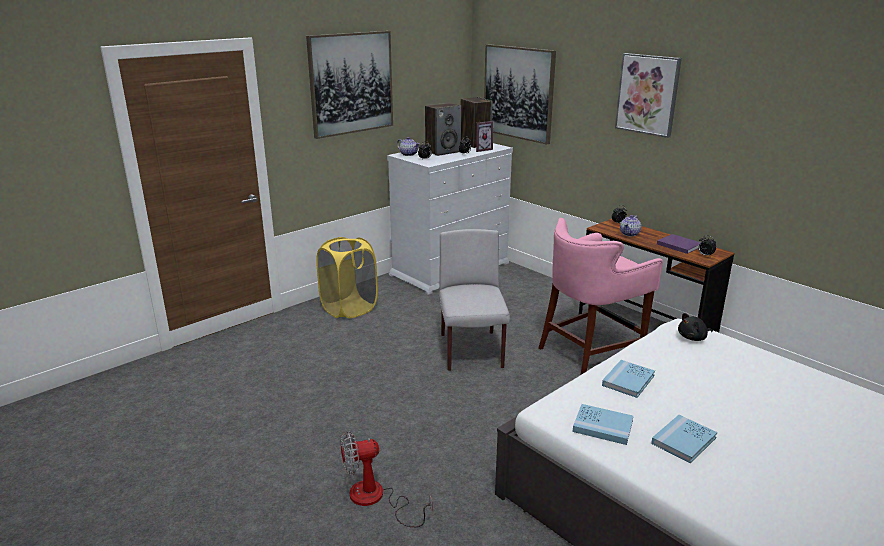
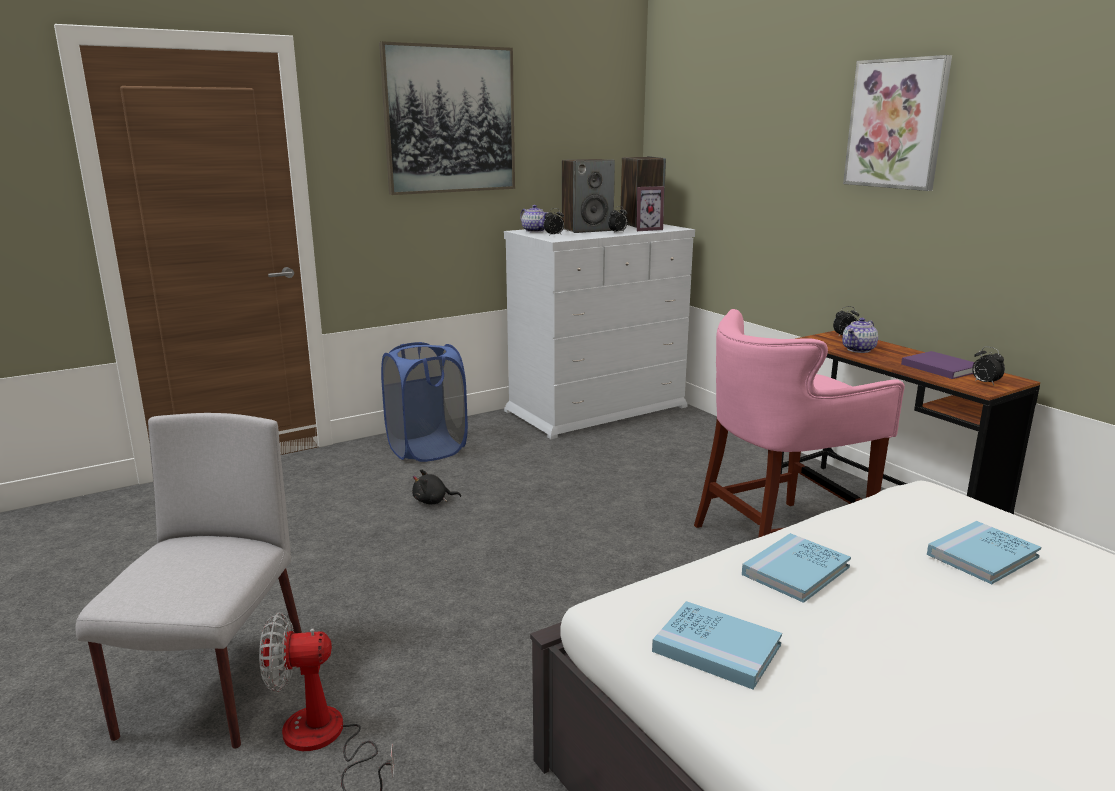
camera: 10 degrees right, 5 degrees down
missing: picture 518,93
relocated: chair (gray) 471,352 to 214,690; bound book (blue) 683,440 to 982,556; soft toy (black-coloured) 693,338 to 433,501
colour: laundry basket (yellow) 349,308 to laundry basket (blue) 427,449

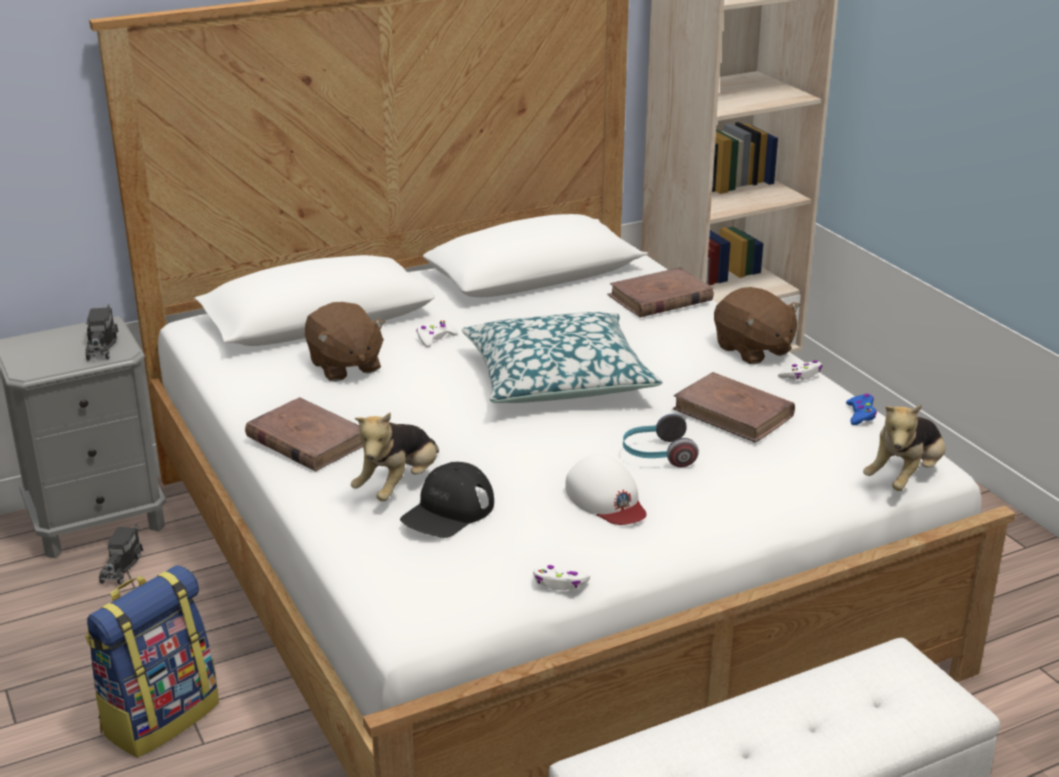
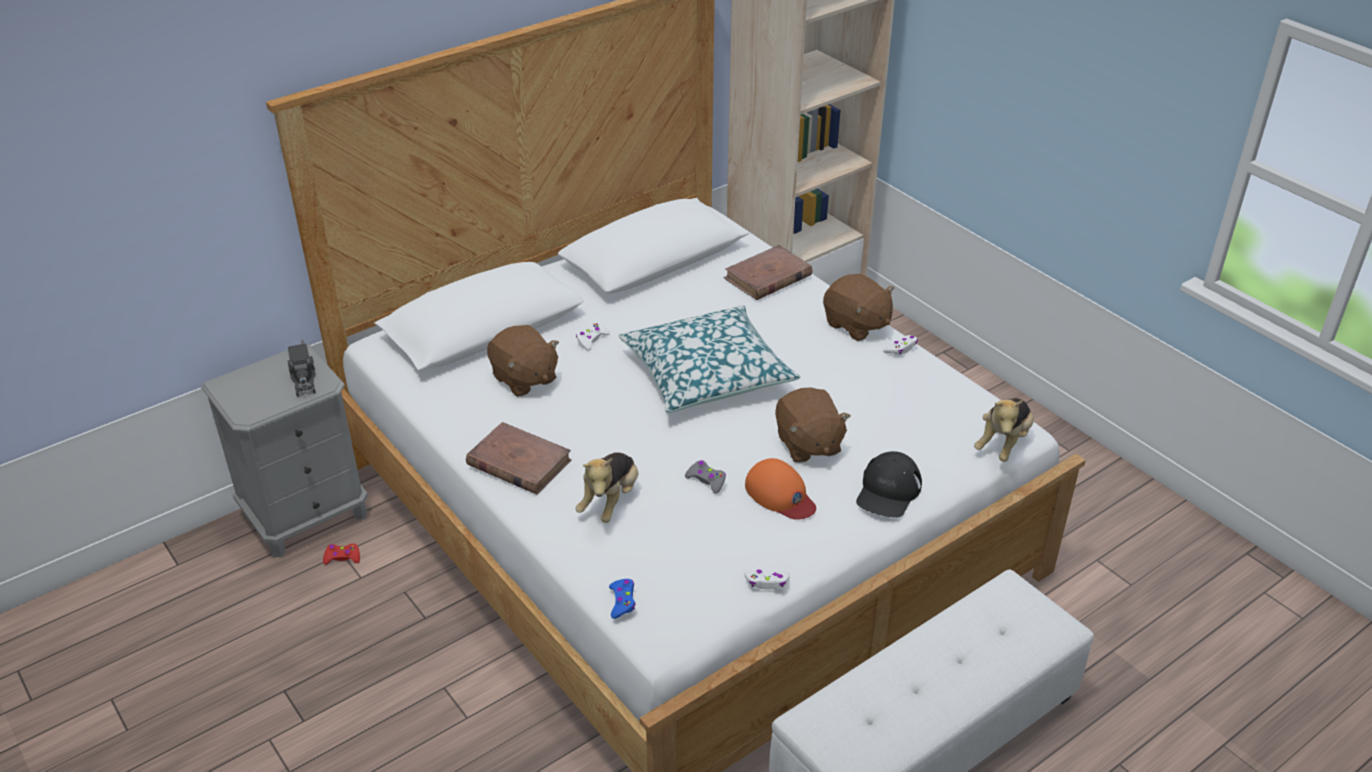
camera: 10 degrees left, 10 degrees up
missing: knapsack 160,717; bound book (brown-coloured) 733,413
appeared: joypad (gray) 706,480
relocated: cap (black-coloured) 448,511 to 888,491; joypad (blue) 860,414 to 622,601
exchanged: toy truck 122,565 to joypad (red-coloured) 342,557; pair of headphones 657,455 to soft toy (brown-coloured) 808,444
colour: cap (white-coloured) 606,499 to cap (orange-coloured) 780,495

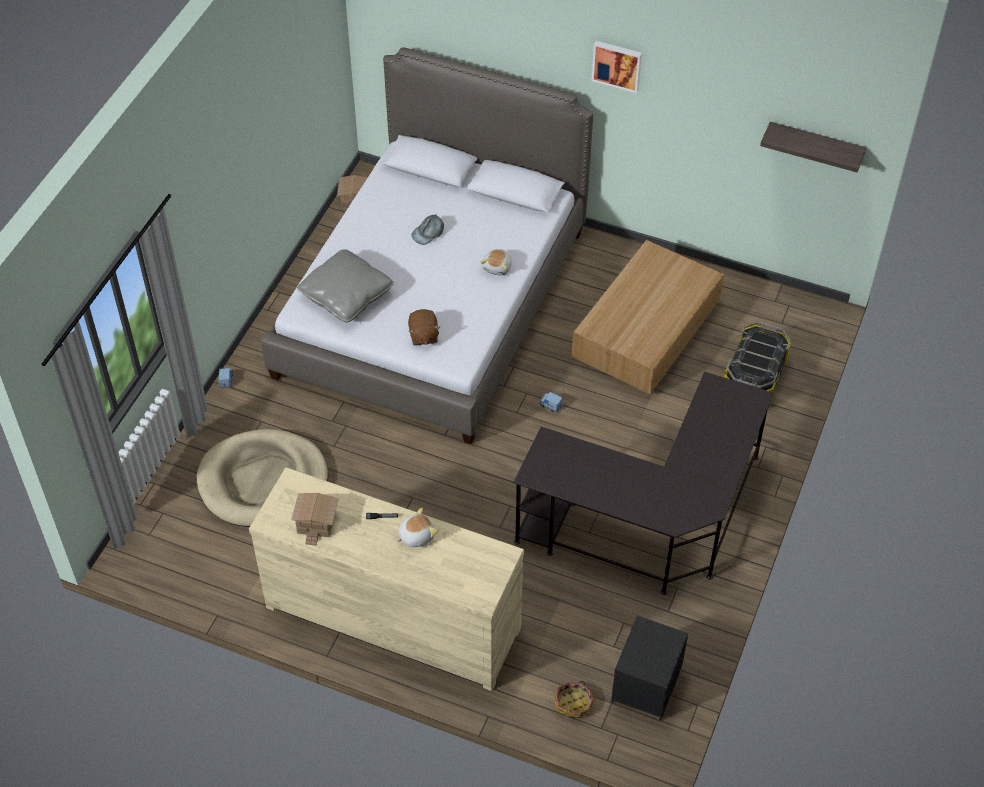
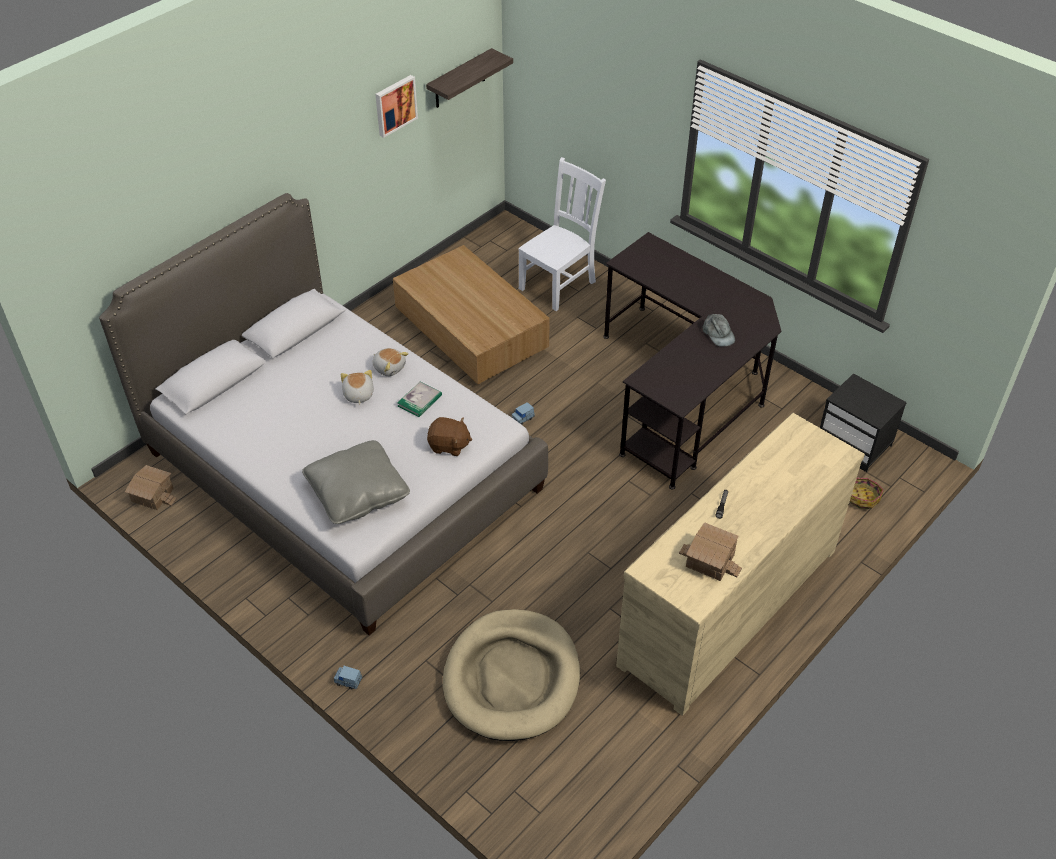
camera: 70 degrees left, 5 degrees down
appeared: bound book 419,401
relocated: soft toy 415,536 to 358,395; cap (gray) 428,232 to 718,334; picture 617,65 to 395,105
exchanged: storage bin 754,380 to chair (white-coloured) 559,284

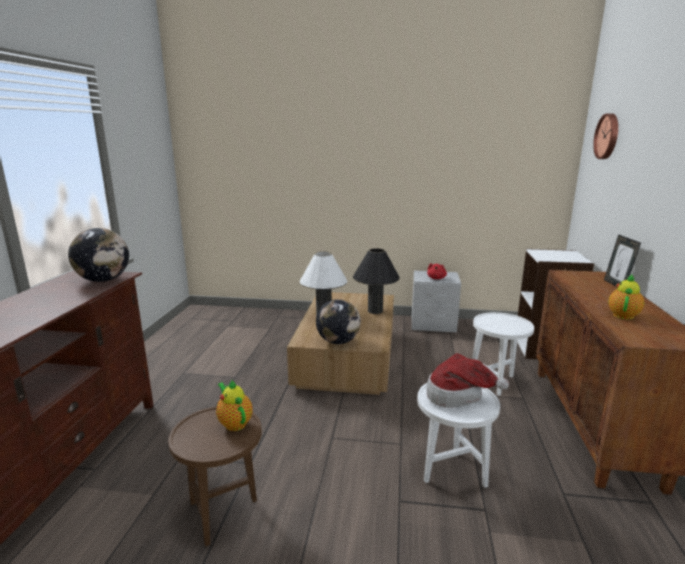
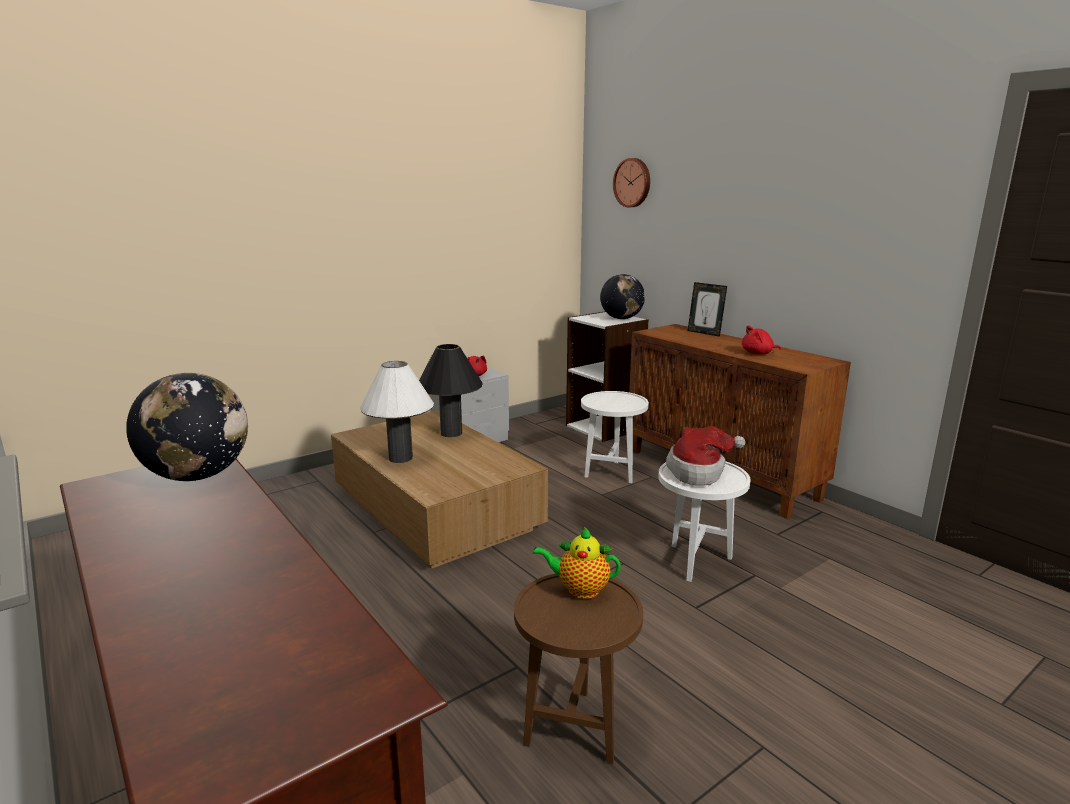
camera: 45 degrees left, 0 degrees up
relocated: desk globe 338,341 to 621,318
exchanged: pot for tea 623,315 to soft toy (red-coloured) 758,353

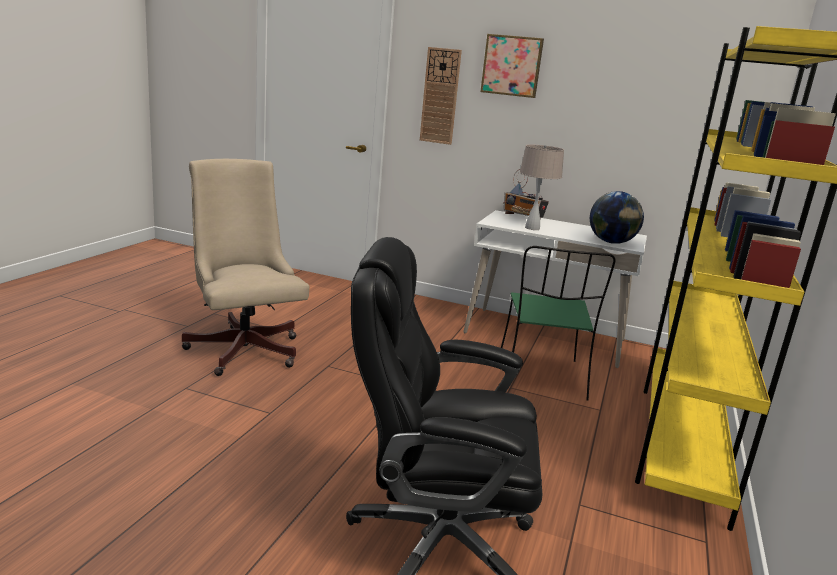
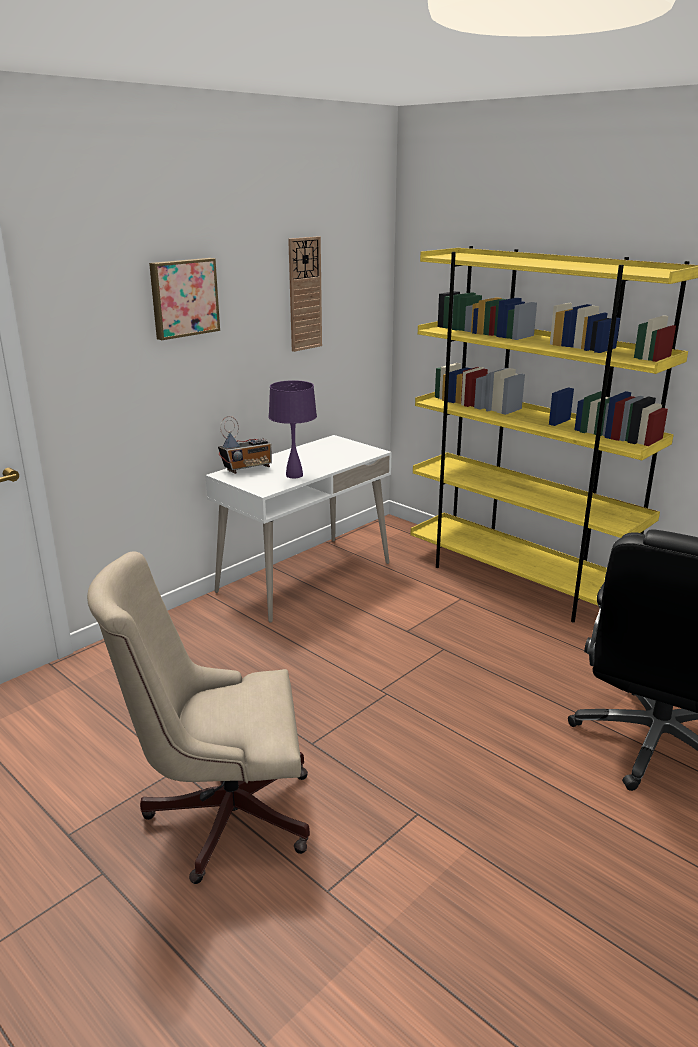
camera: 65 degrees left, 5 degrees up
missing: chair (green-coloured) 541,377; desk globe 611,242
relocated: hanging clock 440,96 to 304,294
colour: lamp for a table (beige-coloured) 532,228 to lamp for a table (purple-coloured) 294,475

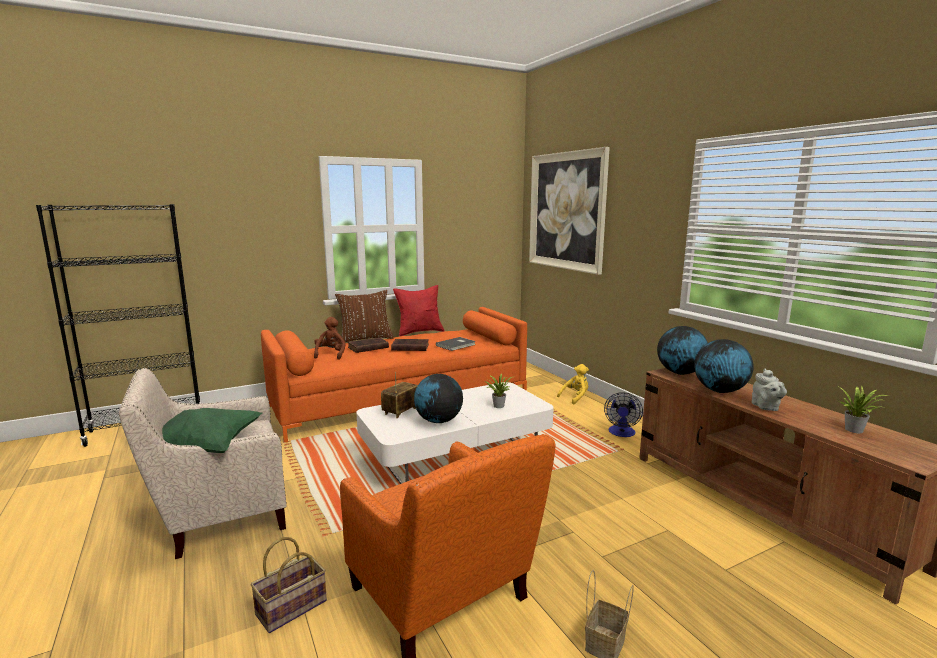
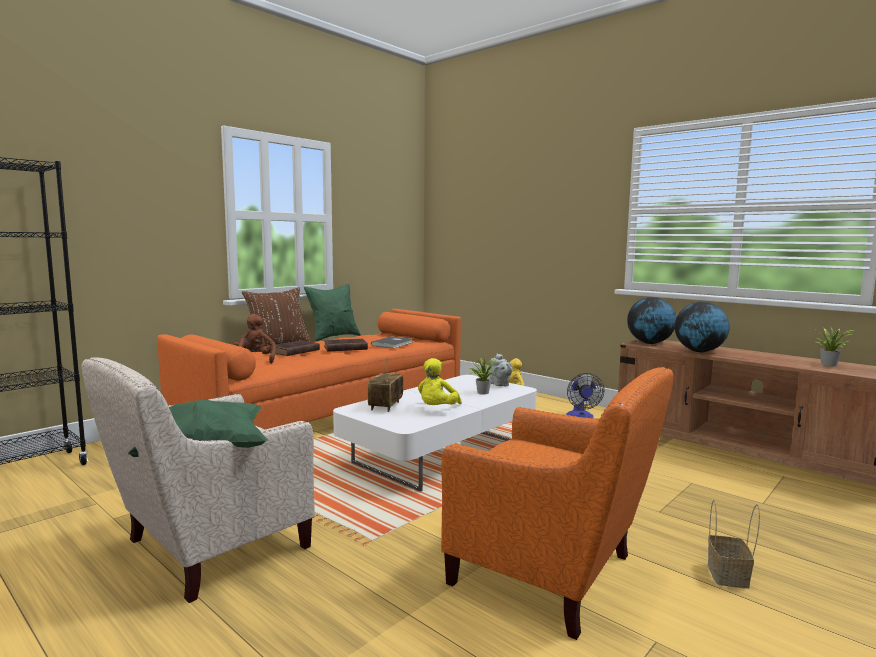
camera: 20 degrees left, 5 degrees down
missing: storage basket 290,609; picture 566,211
relocated: pot for tea (gray) 766,407 to 500,385
exchanged: desk globe 438,421 to soft toy (yellow) 437,409
colour: throw pillow (red-coloured) 419,332 to throw pillow (green-coloured) 333,337

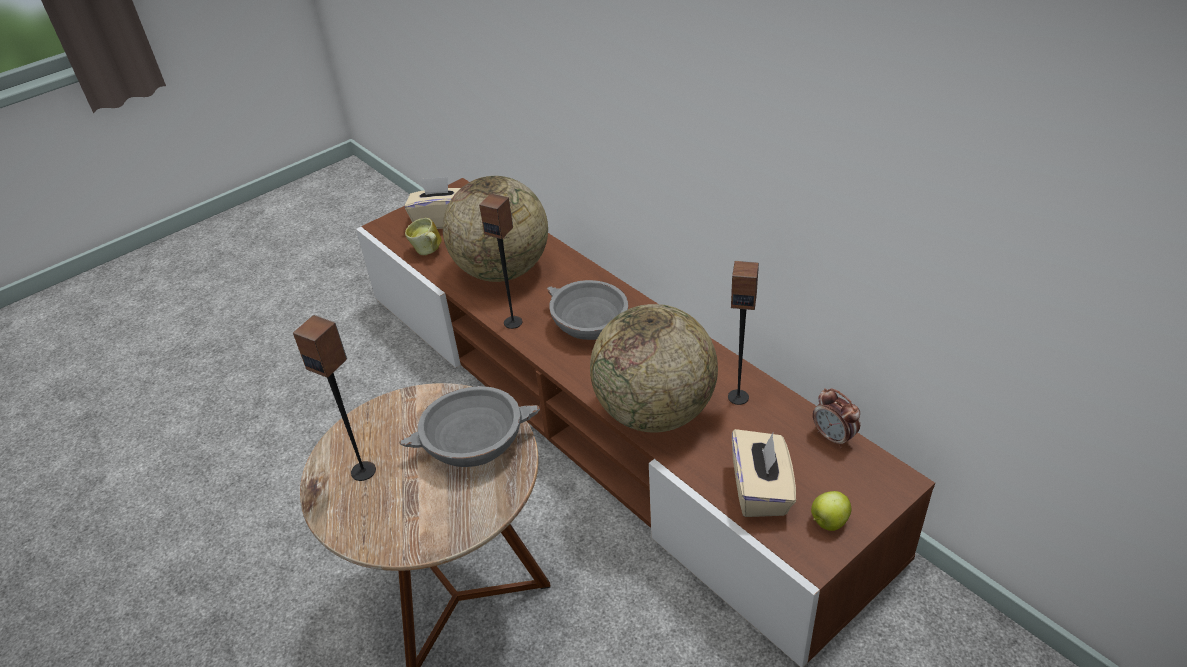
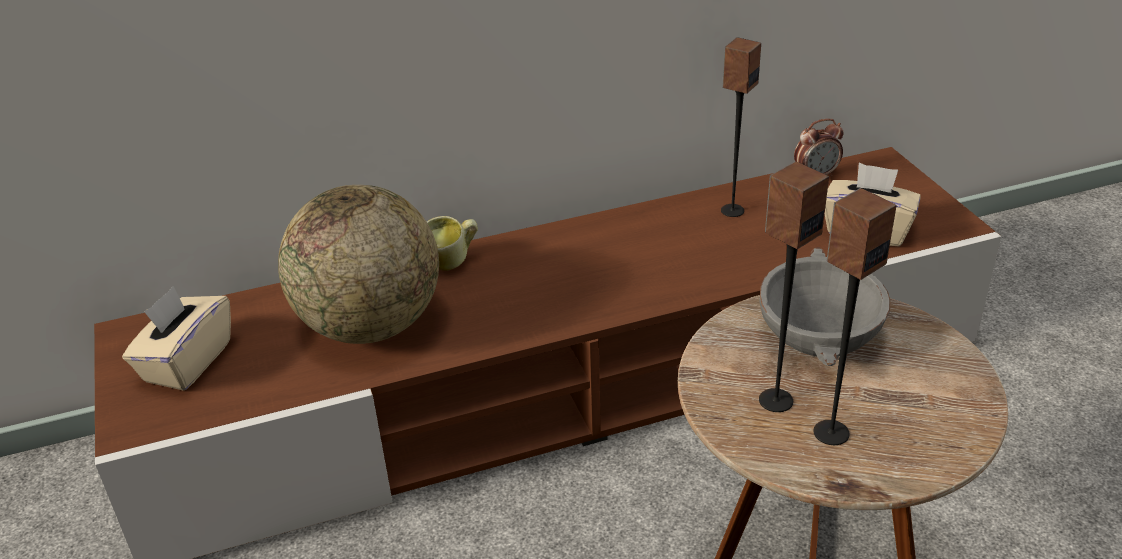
camera: 70 degrees left, 5 degrees down
missing: serving bowl (gray) 591,325; desk globe 655,412; whole apple 828,522
relocated: mug 428,252 to 452,263; speaker 513,322 to 775,400

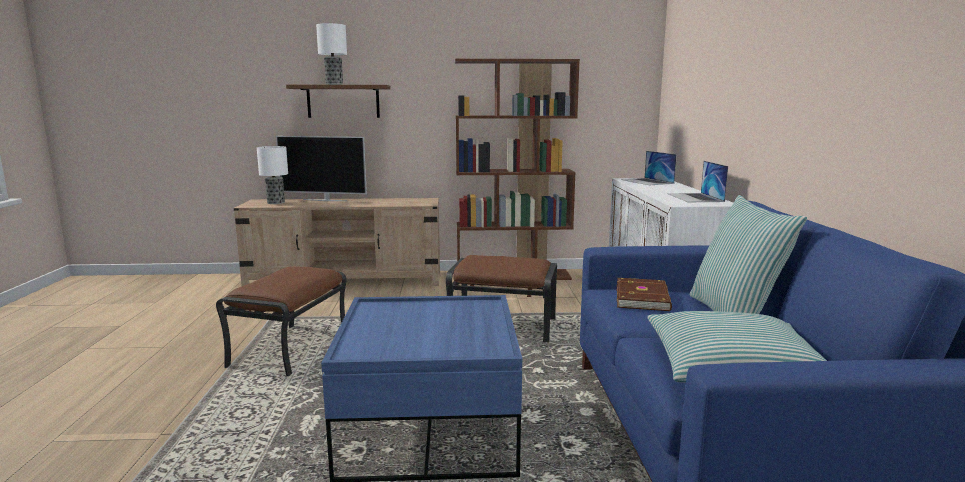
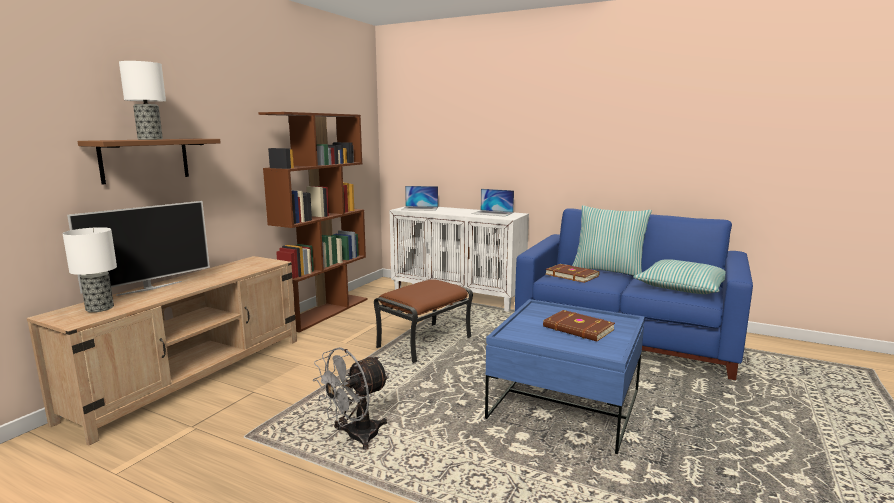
camera: 60 degrees left, 0 degrees up
appeared: bound book (brown-coloured) 578,329
exchanged: footrest (brown-coloured) 291,349 to cooling fan (gray) 355,437

